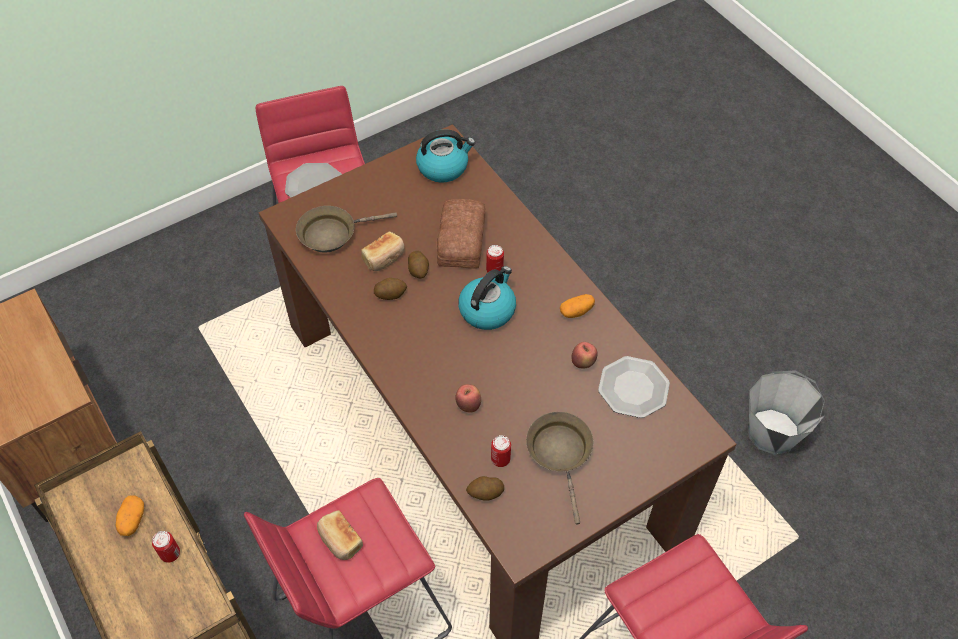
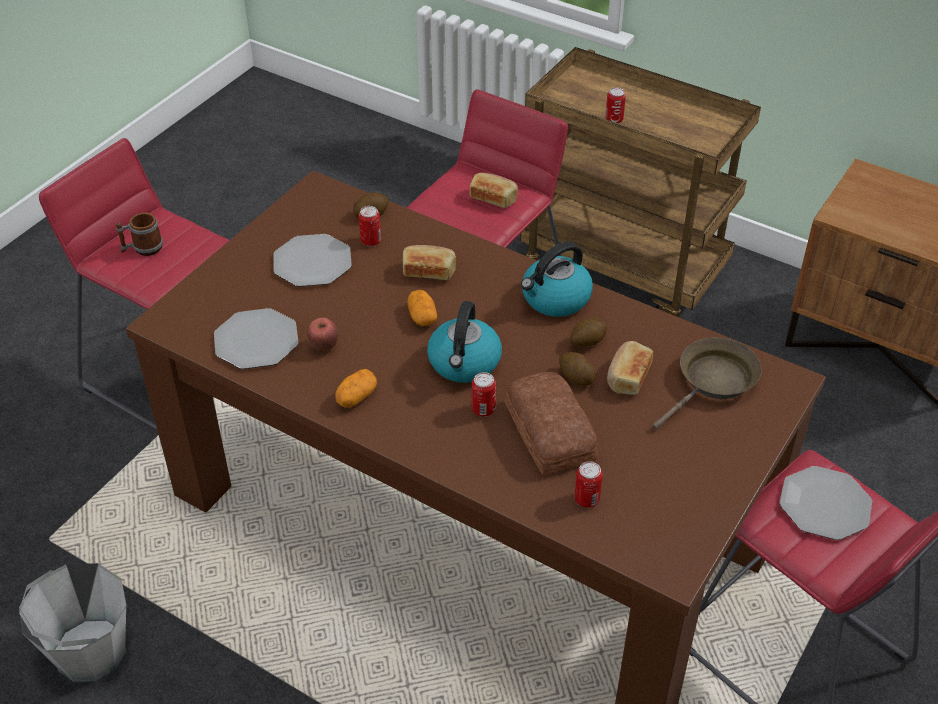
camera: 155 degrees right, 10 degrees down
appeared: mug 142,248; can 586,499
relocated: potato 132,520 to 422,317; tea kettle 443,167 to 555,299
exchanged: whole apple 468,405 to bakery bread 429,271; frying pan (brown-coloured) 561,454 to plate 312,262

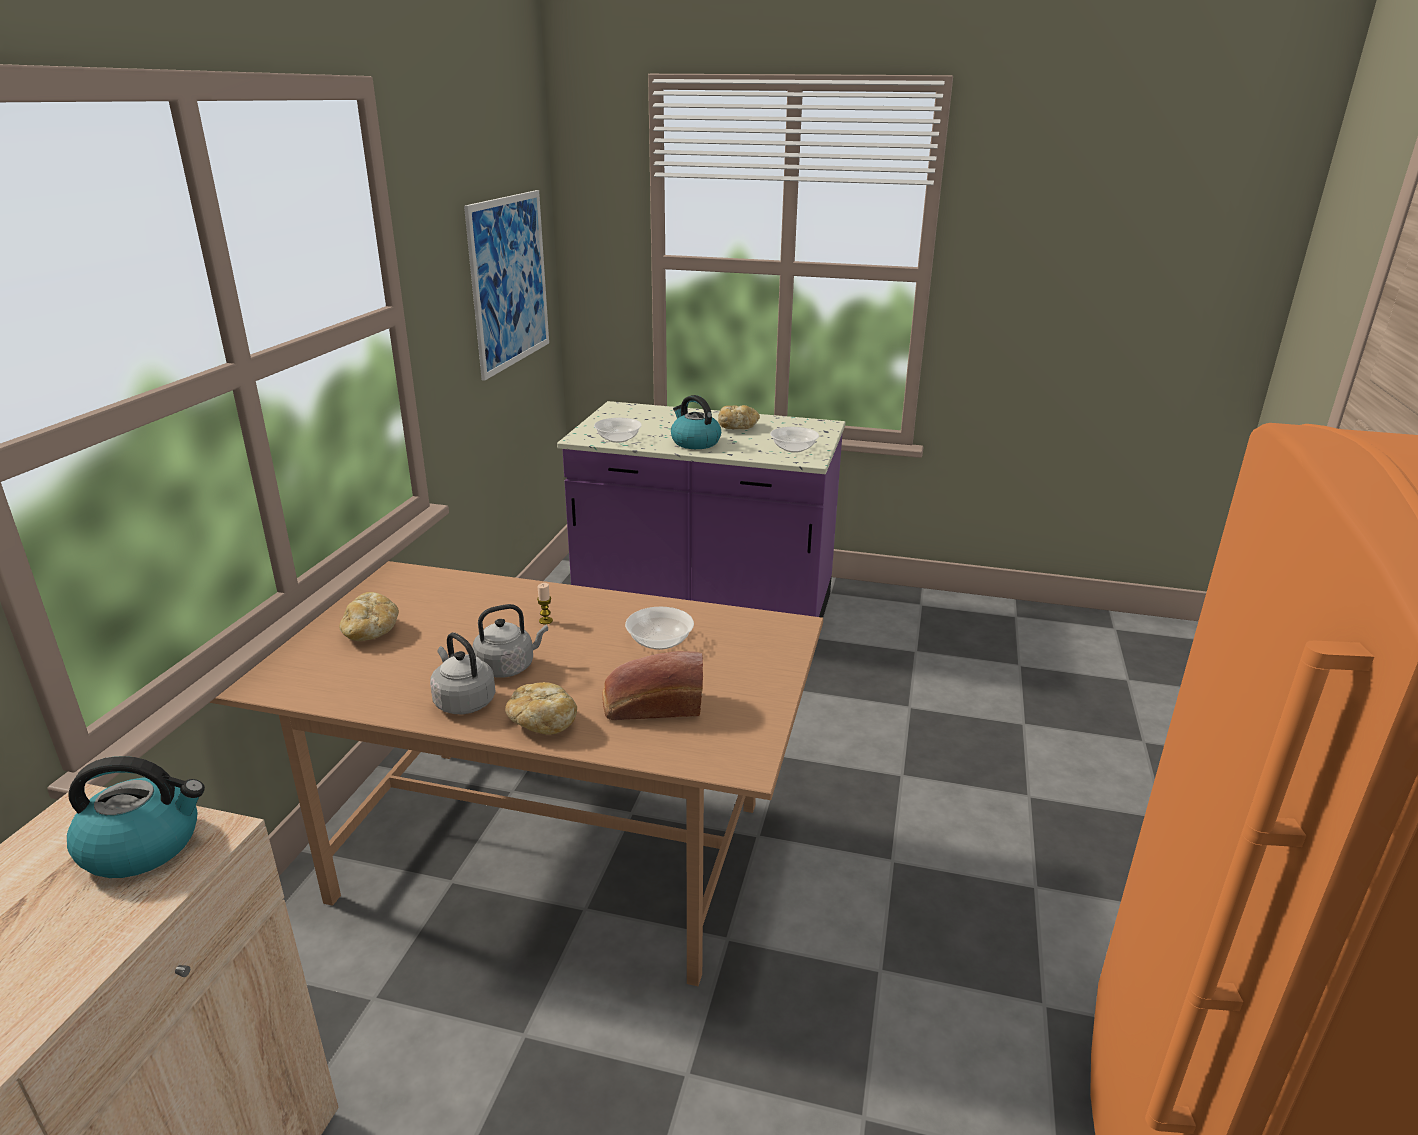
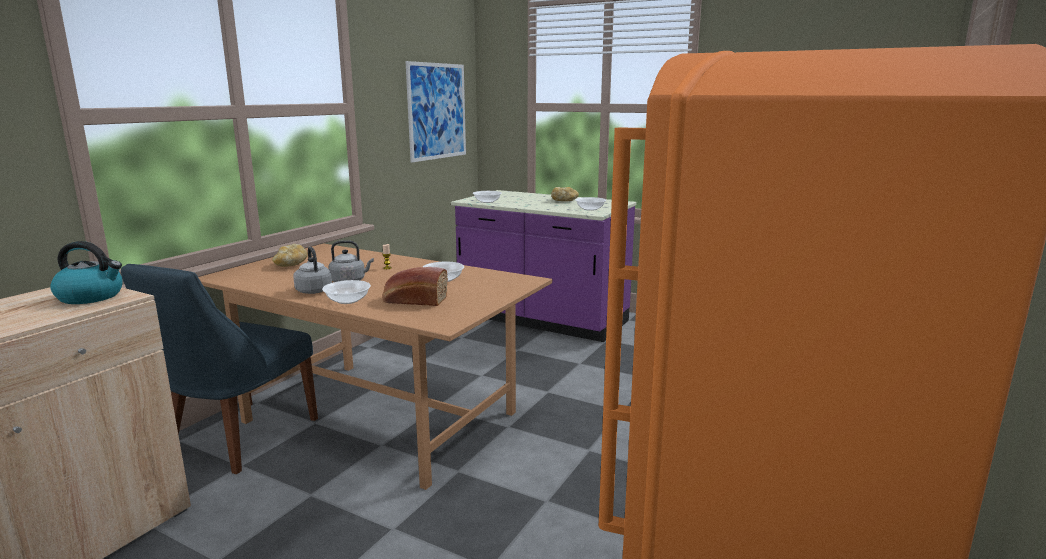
camera: 15 degrees right, 10 degrees down
missing: tea kettle 694,442
appeared: chair (blue) 238,439
exchanged: bakery bread 542,722 to serving bowl 347,300

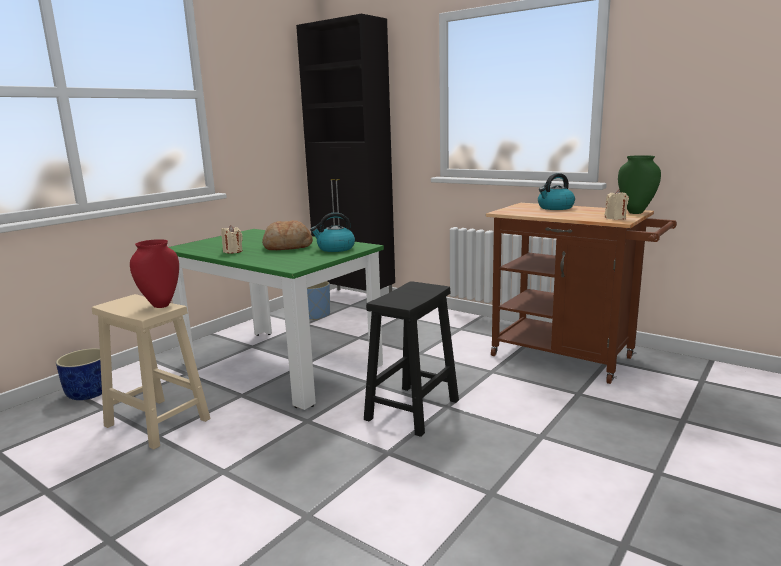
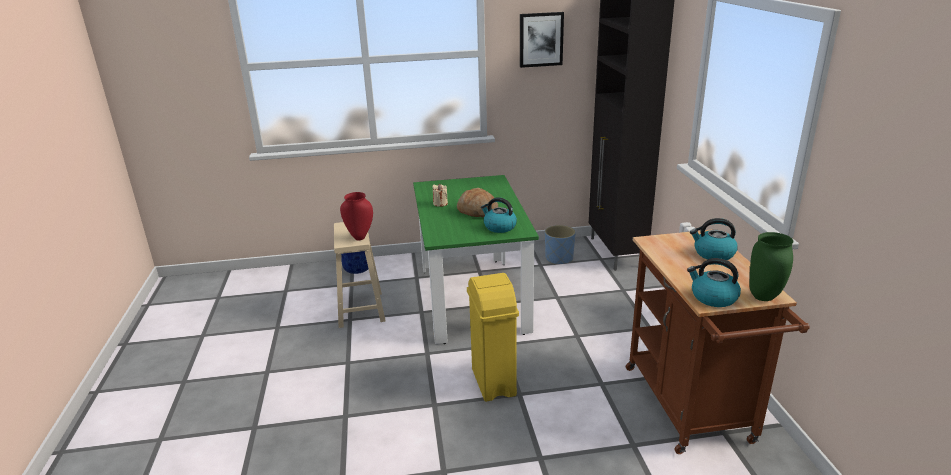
camera: 45 degrees right, 10 degrees up
appeared: picture 541,39
exchanged: stool (black-coloured) 412,410 to waste bin (yellow) 493,383; wax candle (beige-coloured) 615,218 to tea kettle 713,297

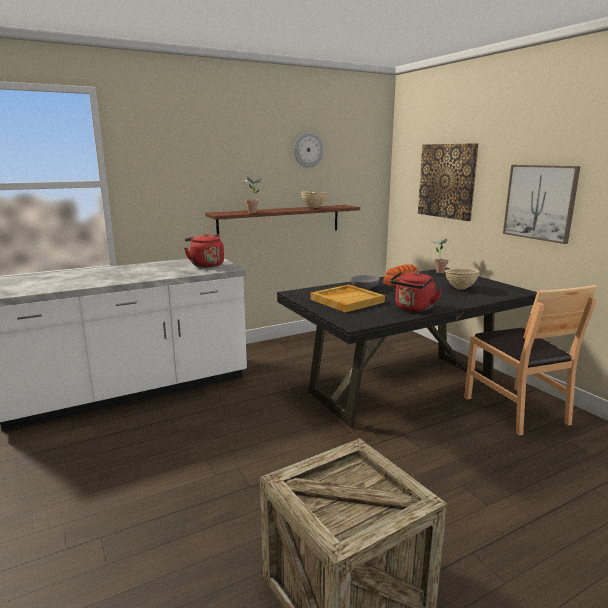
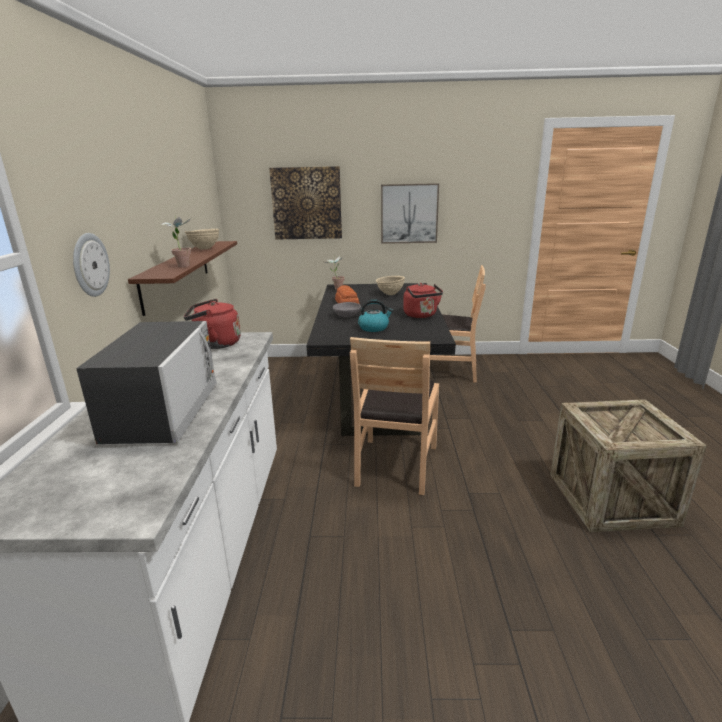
camera: 60 degrees left, 5 degrees up
appeared: microwave oven 164,412; chair (brown-coloured) 395,464
relocated: hanging clock 308,150 to 90,265
exchanged: serving tray (beige-coloured) 347,300 to tea kettle 374,328

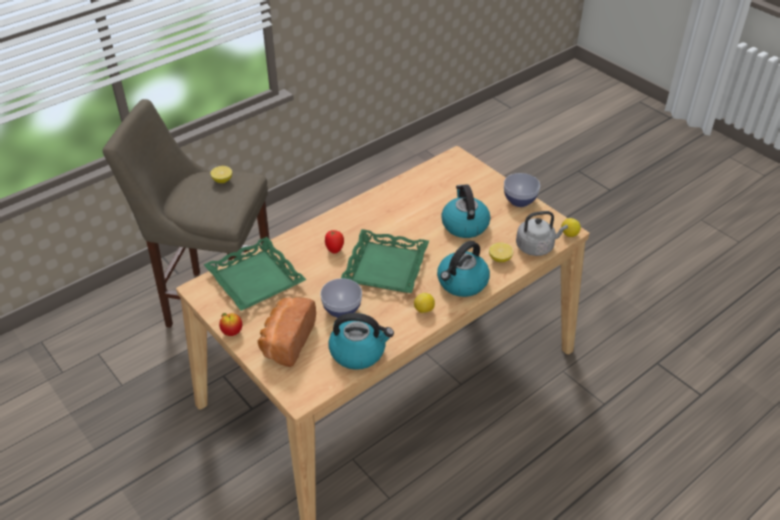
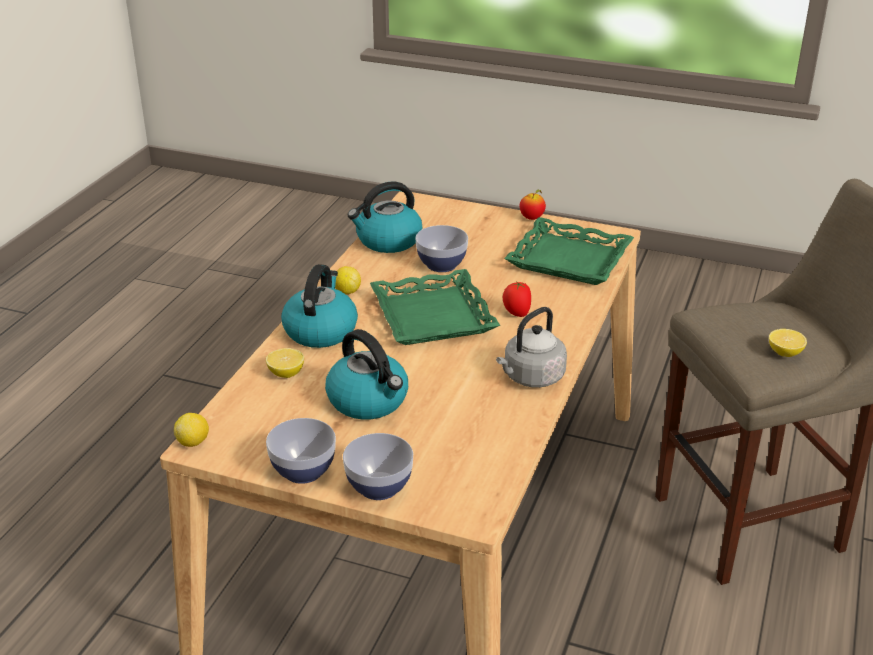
camera: 150 degrees right, 10 degrees down
missing: bakery bread 286,341
appeared: serving bowl 379,487
relocated: tea kettle (gray) 536,247 to 531,378

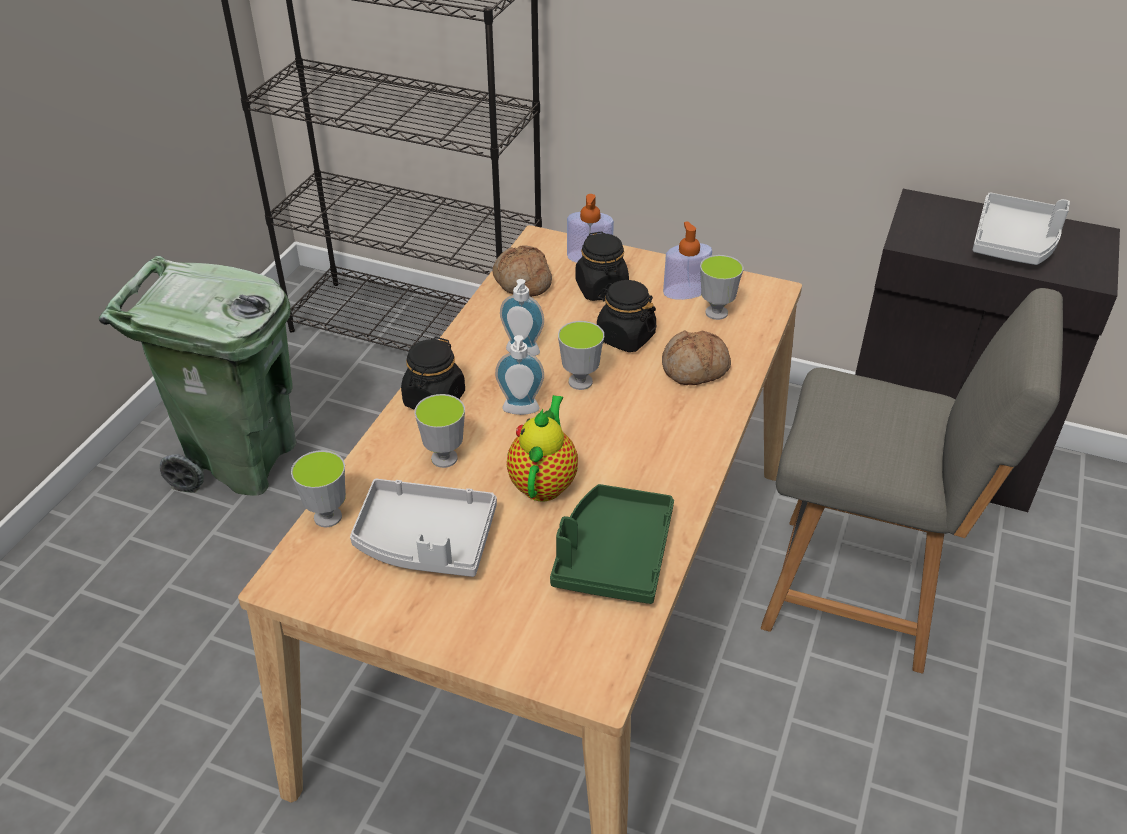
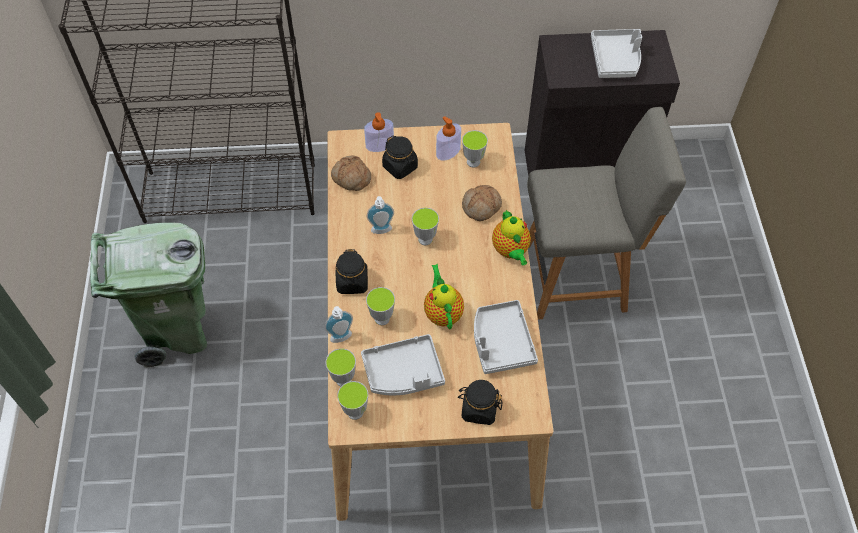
camera: 25 degrees left, 15 degrees up
appeared: drinking cup 355,412; pot for tea 510,251
relocated: soap bottle 520,412 to 342,339; preserve jar (black-coloured) 625,337 to 479,409
colour: serving tray (green-coloured) 613,555 to serving tray (gray) 501,342

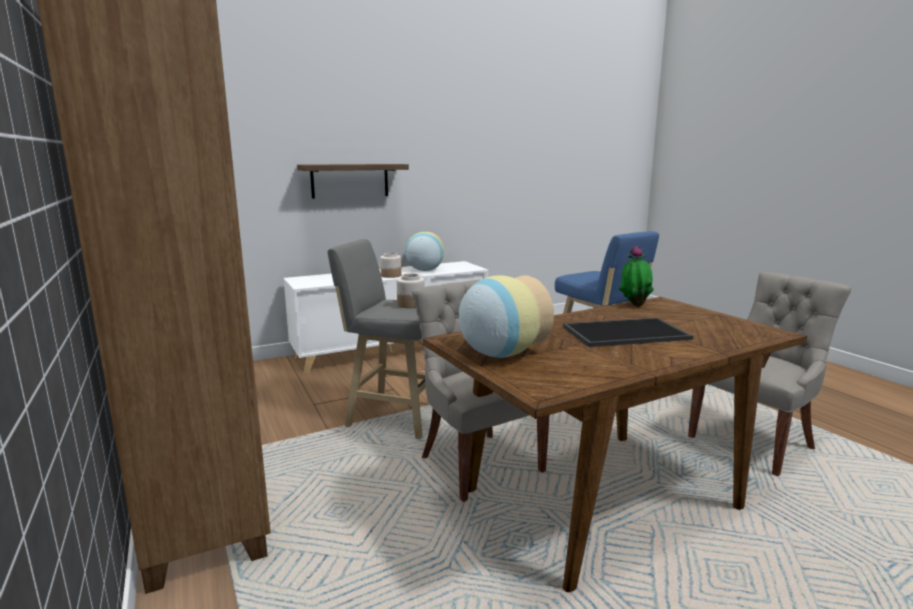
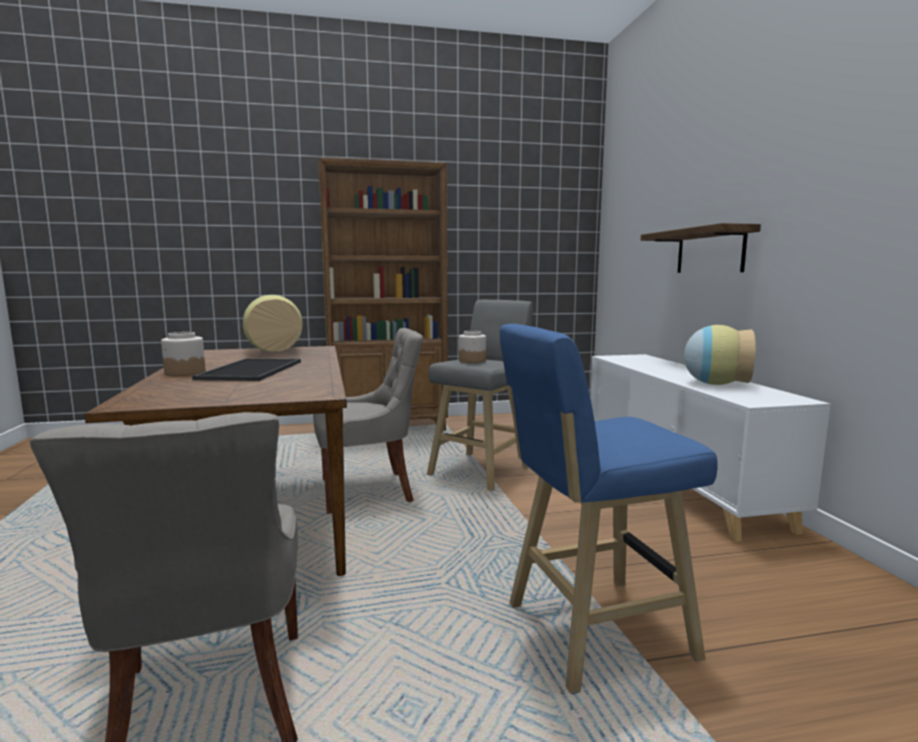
camera: 105 degrees right, 5 degrees down
missing: potted plant 634,305
relocated: preserve jar 391,275 to 185,373

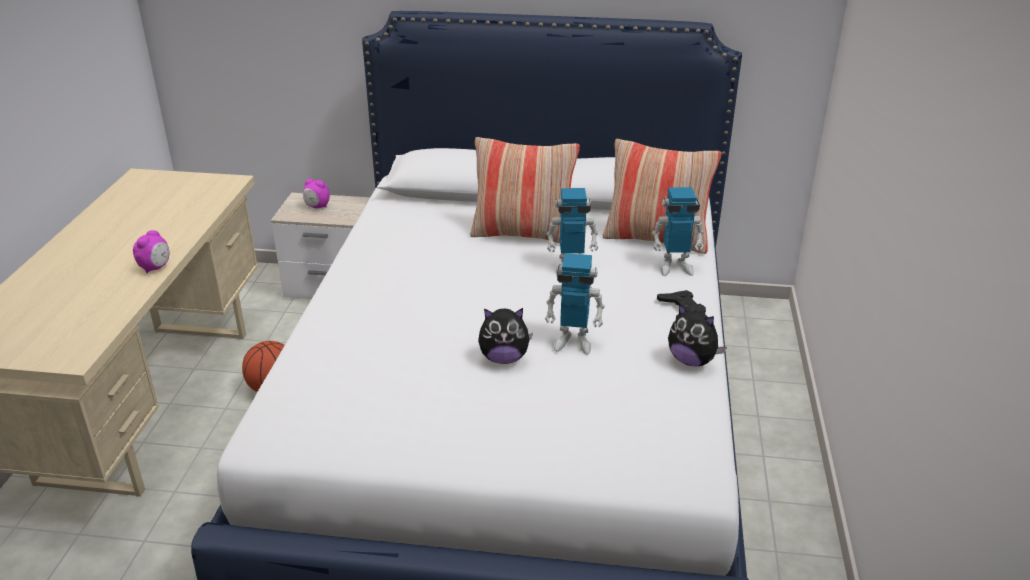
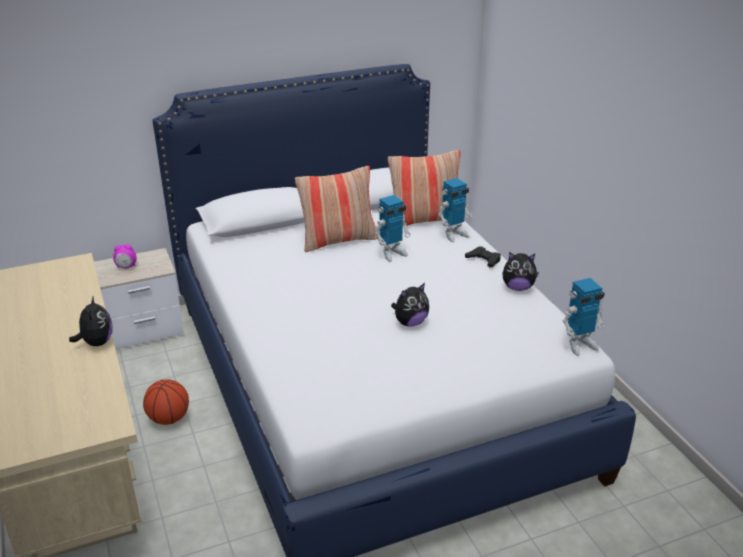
camera: 30 degrees left, 0 degrees up
relocated: toy robot 573,342 to 579,344
exchanged: bedside clock 155,268 to soft toy 96,343

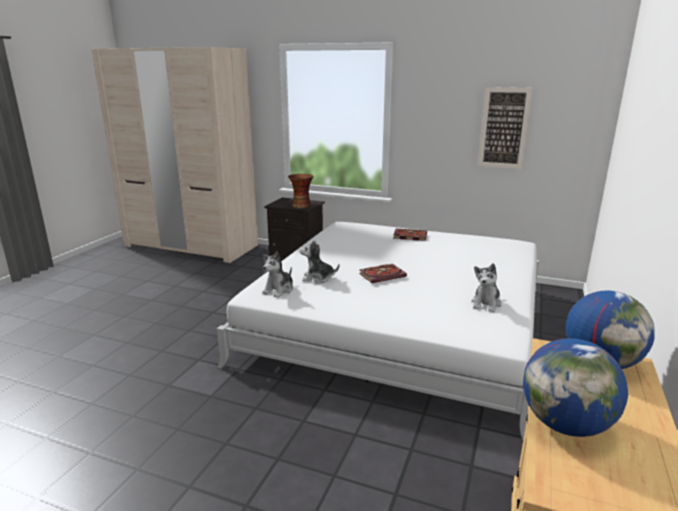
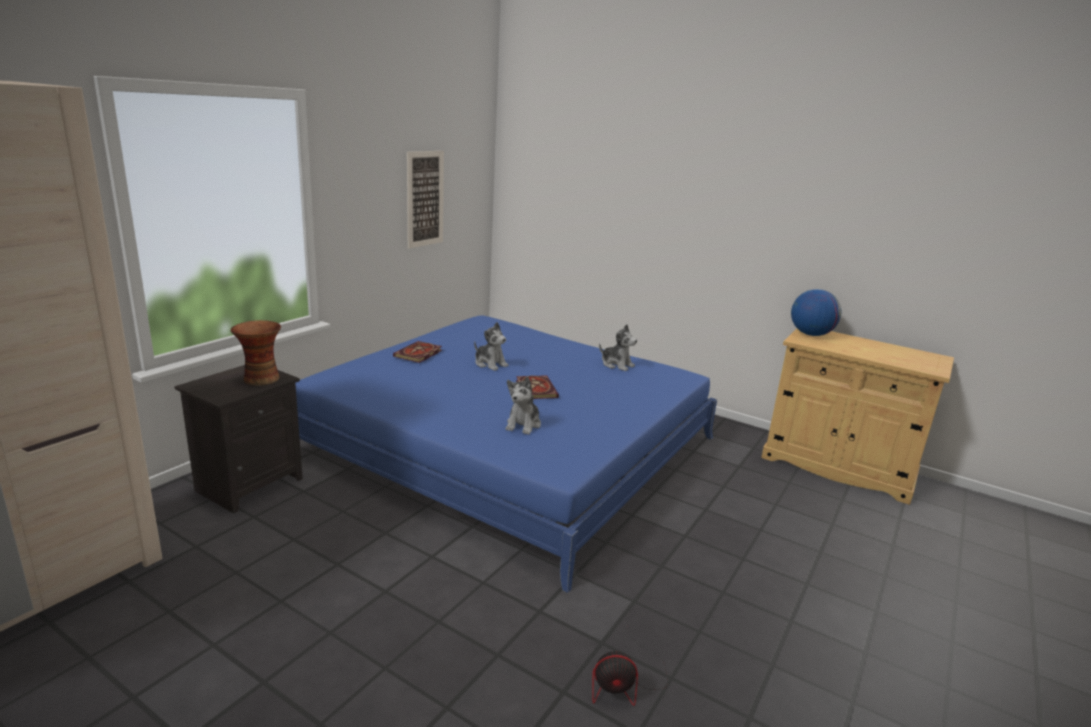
camera: 80 degrees left, 0 degrees up
missing: desk globe 566,425
appeared: cooling fan 626,683
relocated: soft toy 279,290 to 490,364
colour: bed (white-coloured) 399,323 to bed (blue) 509,445

